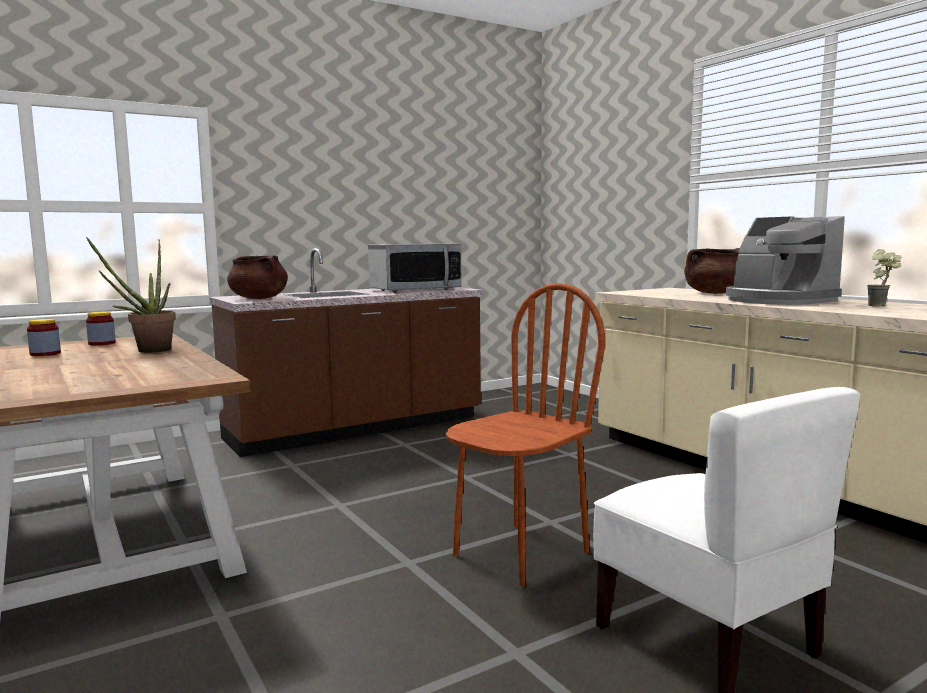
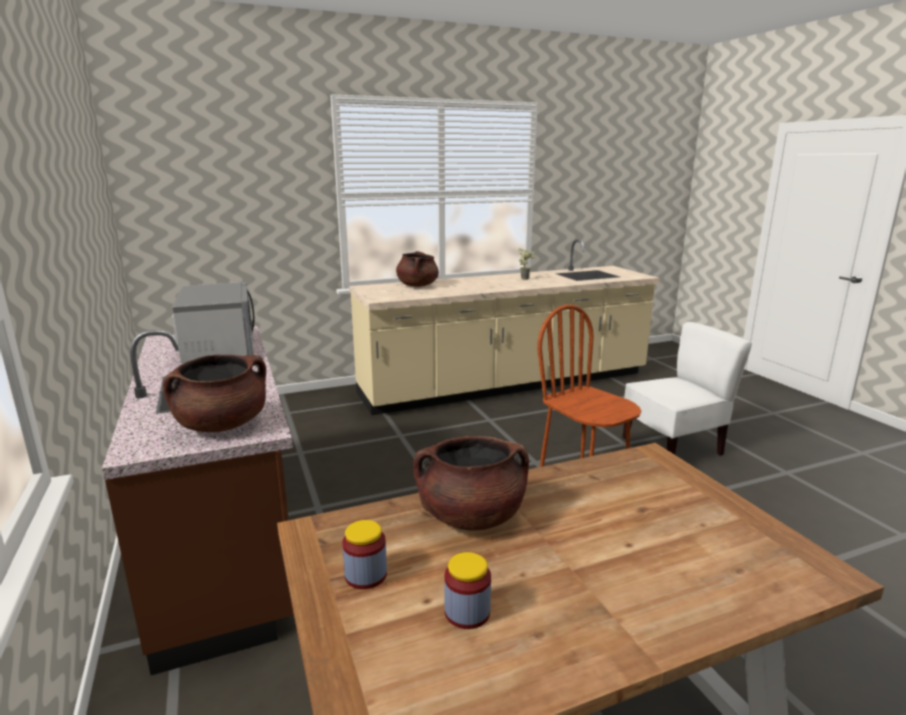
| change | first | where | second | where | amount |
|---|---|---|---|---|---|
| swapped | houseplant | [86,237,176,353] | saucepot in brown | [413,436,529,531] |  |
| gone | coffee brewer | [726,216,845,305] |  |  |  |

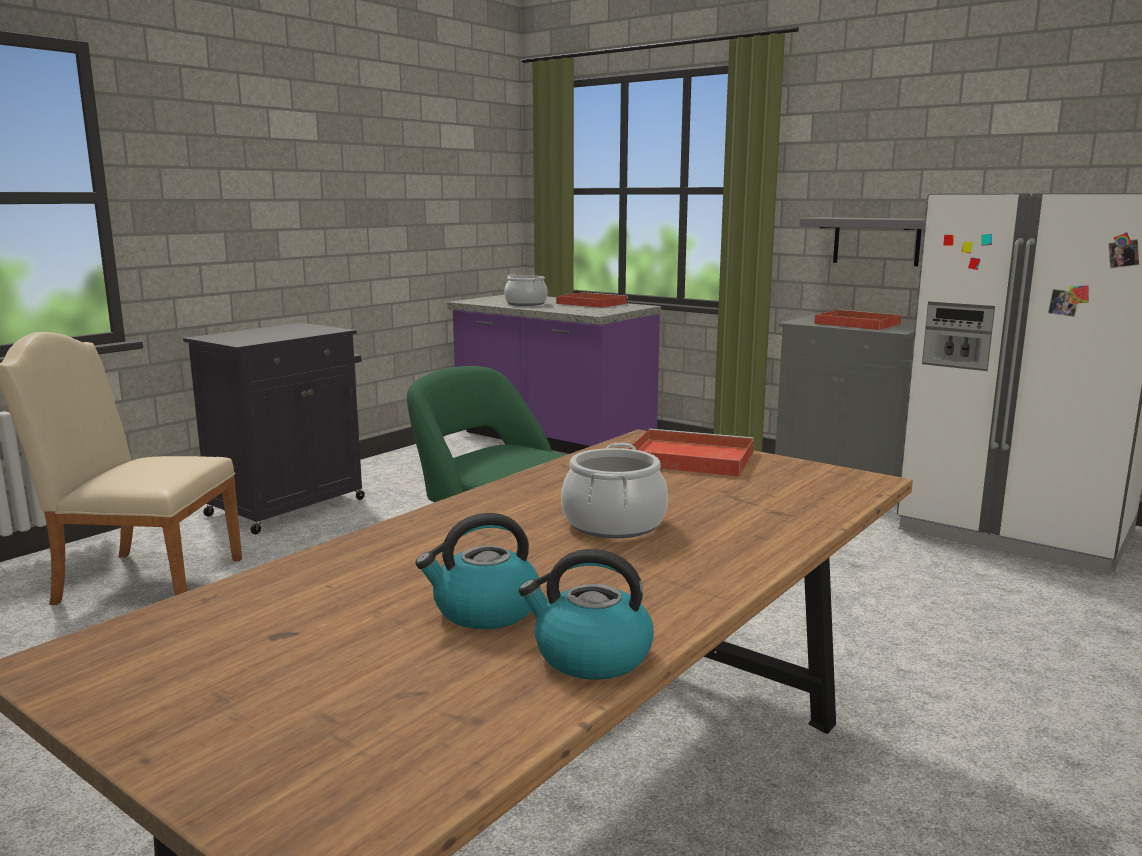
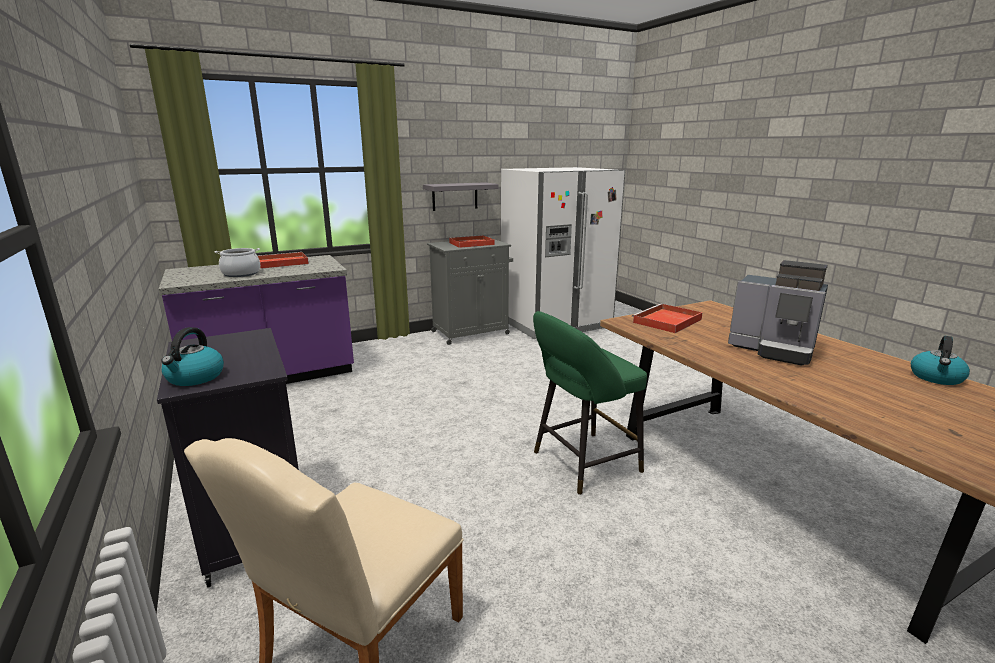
| change | first | where | second | where | amount |
|---|---|---|---|---|---|
| shifted | kettle | [415,513,539,629] |  | [161,327,224,386] |  |
| swapped | saucepot | [561,443,668,538] | coffee brewer | [728,260,828,366] |  |

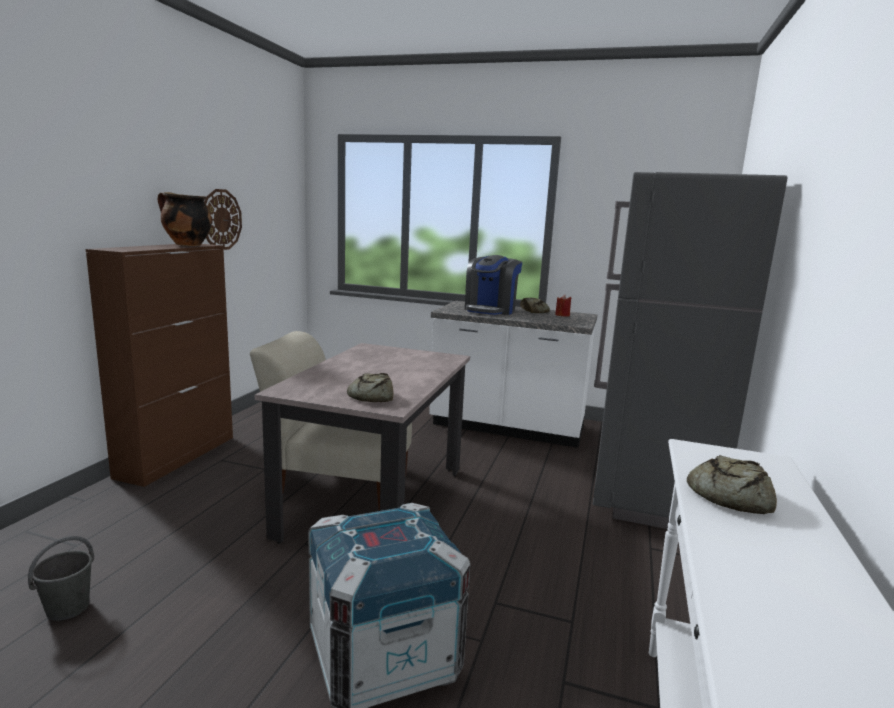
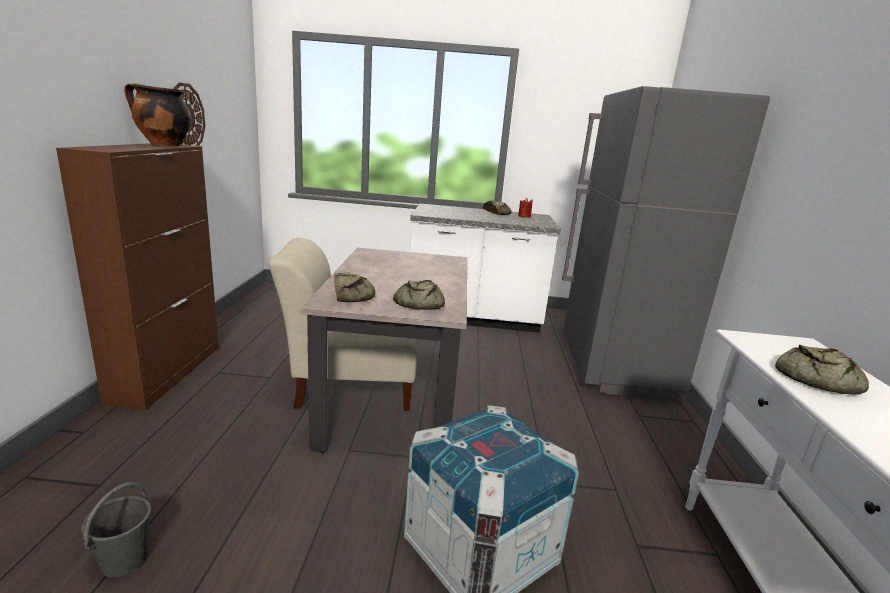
| change | first | where | second | where | amount |
|---|---|---|---|---|---|
| new |  |  | bakery bread | [334,272,375,302] |  |
| gone | coffee brewer | [465,255,522,315] |  |  |  |

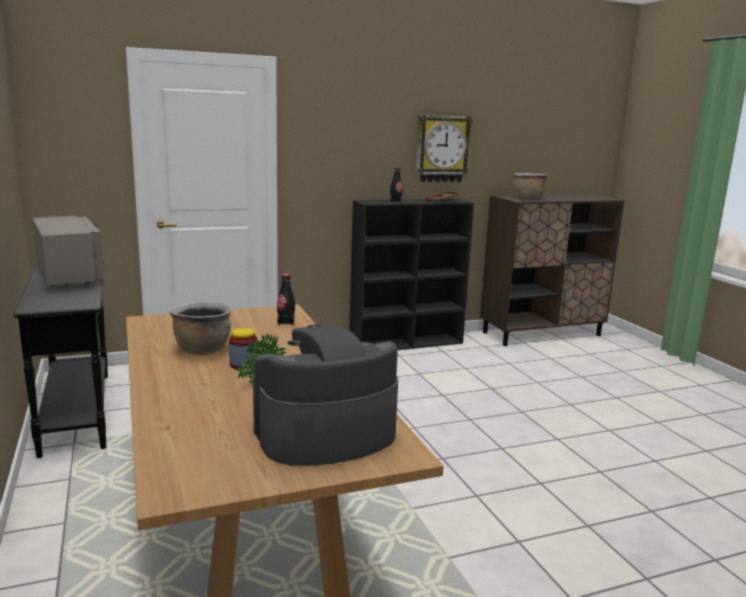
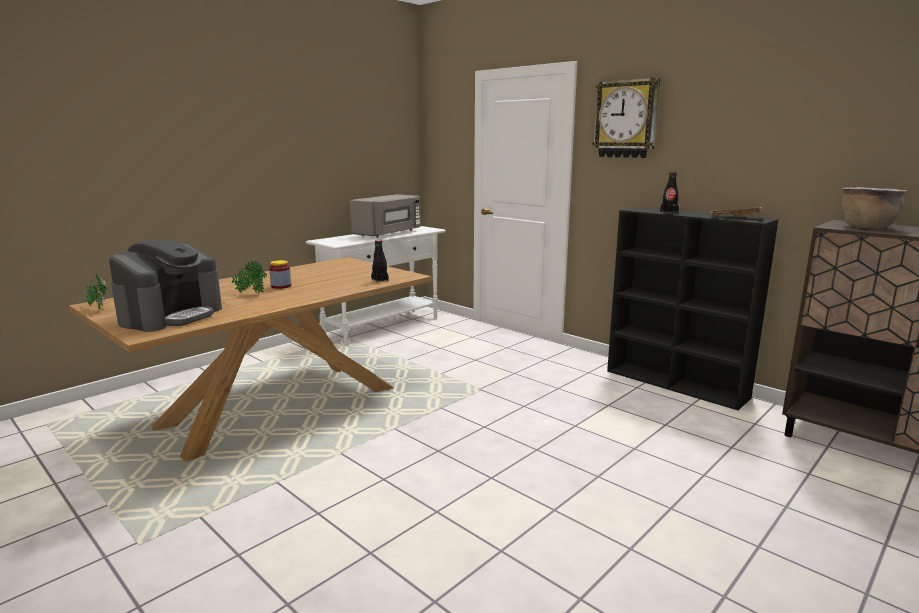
| change | first | where | second | where | amount |
|---|---|---|---|---|---|
| new |  |  | houseplant | [85,274,107,310] |  |
| rotated | coffee brewer | [253,325,398,465] |  | [109,239,222,332] | 75 degrees clockwise |
| repainted | console table in blackish | [13,257,108,458] | console table in white-coloured | [306,226,446,345] |  |
| shifted | clock on the wall | [416,115,473,182] |  | [592,78,660,158] |  |
| gone | saucepot in brown | [169,302,232,355] |  |  |  |

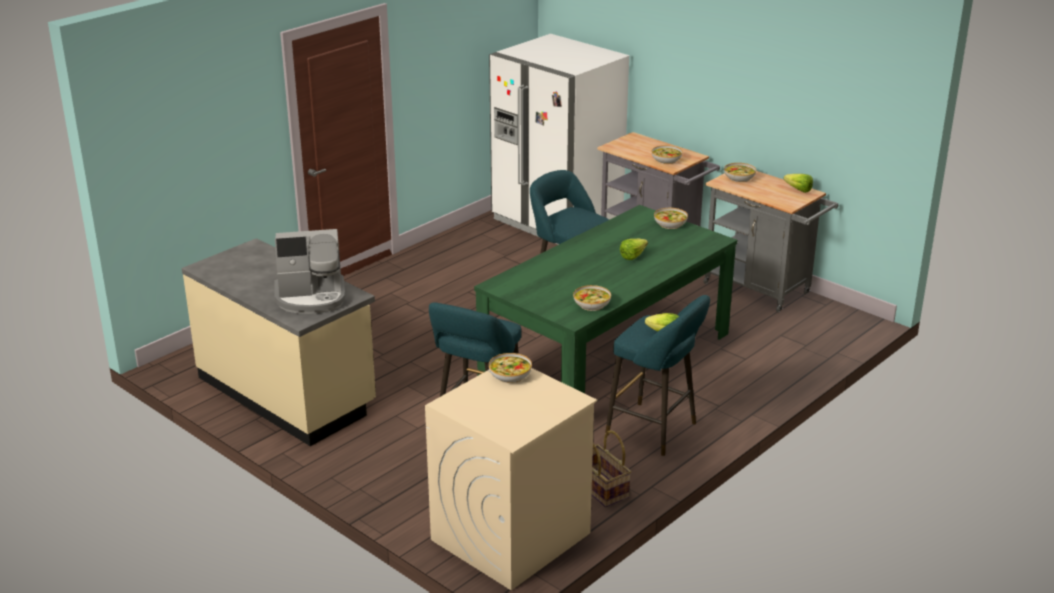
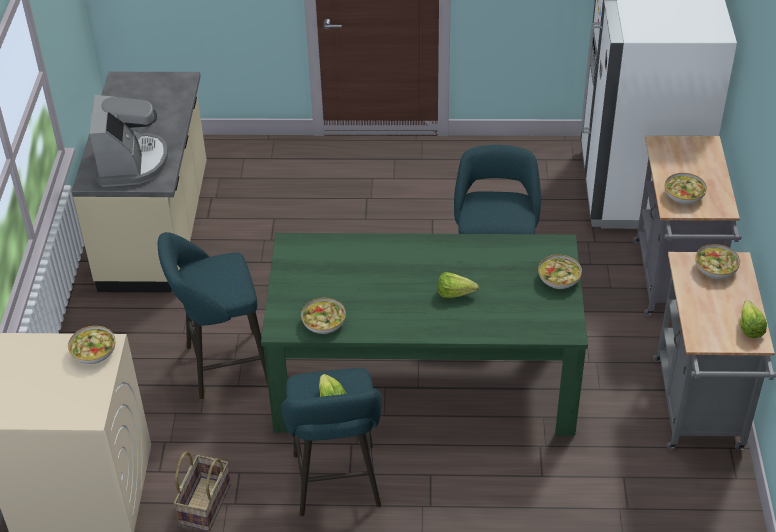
| change | first | where | second | where | amount |
|---|---|---|---|---|---|
| rotated | coffee brewer | [274,229,345,314] |  | [90,95,168,187] | 135 degrees counterclockwise |

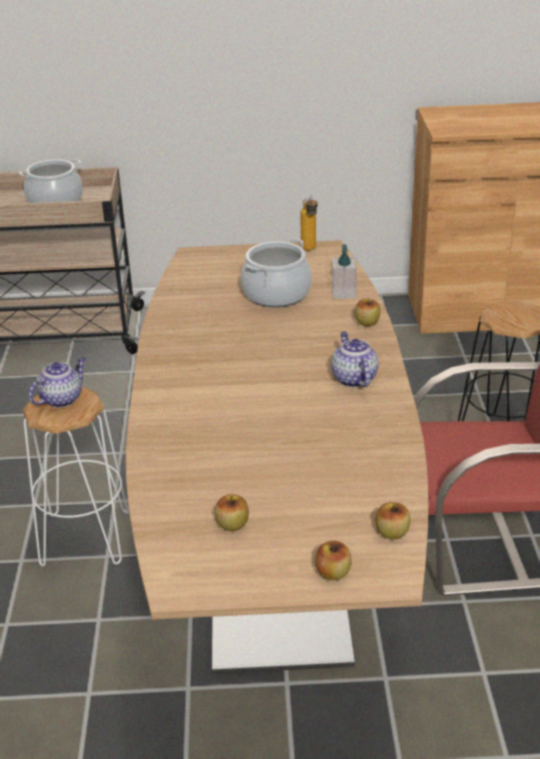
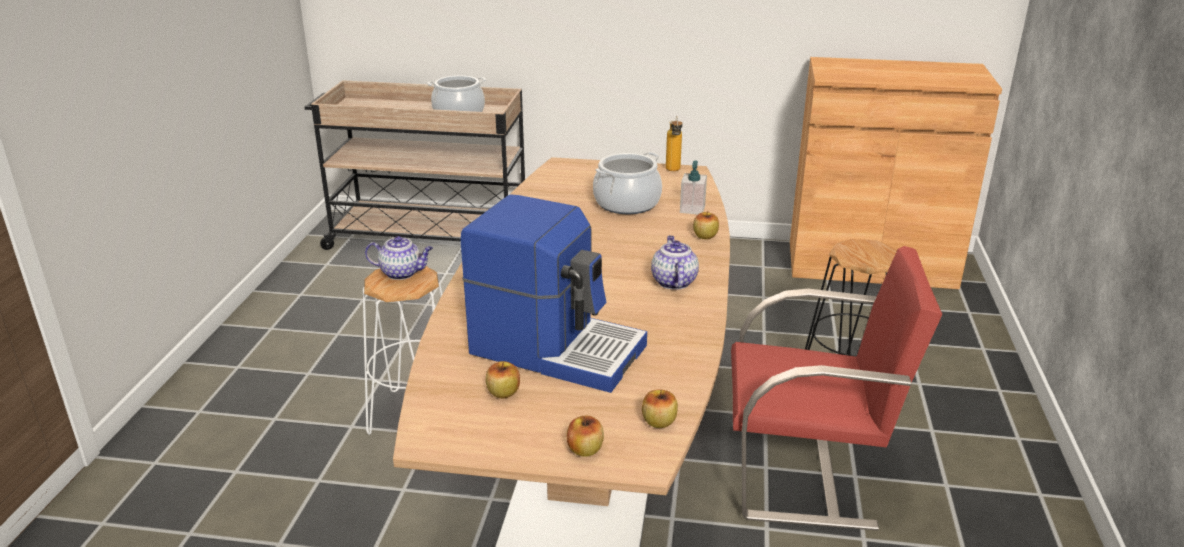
| change | first | where | second | where | amount |
|---|---|---|---|---|---|
| rotated | tea pot | [29,357,86,408] |  | [365,236,433,280] | 45 degrees clockwise |
| new |  |  | coffee brewer | [461,194,647,393] |  |

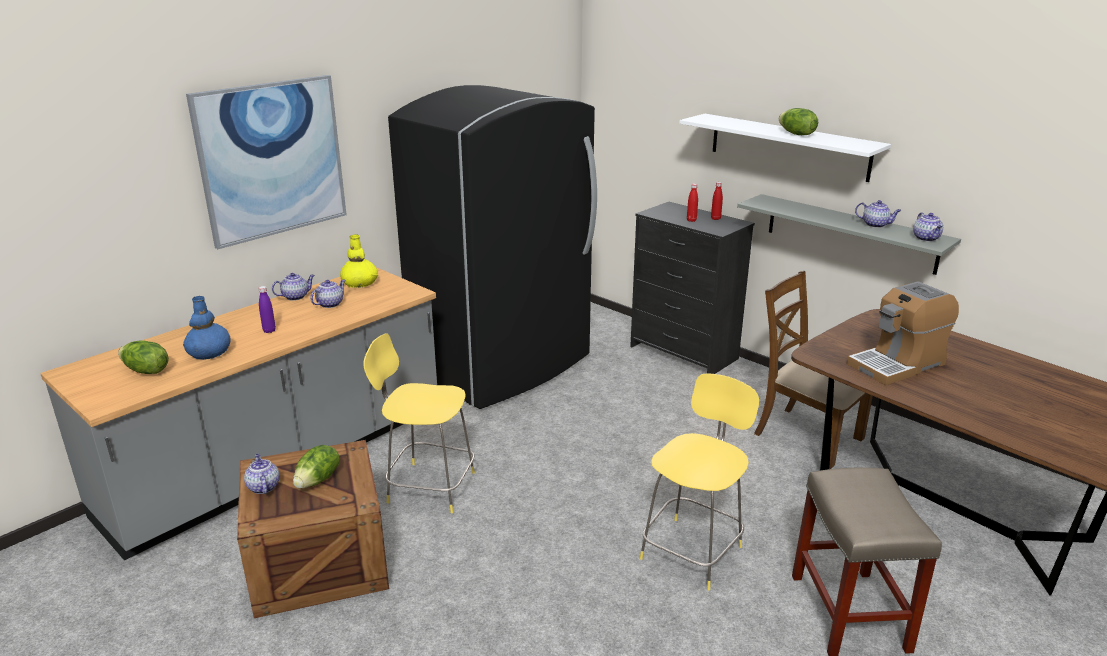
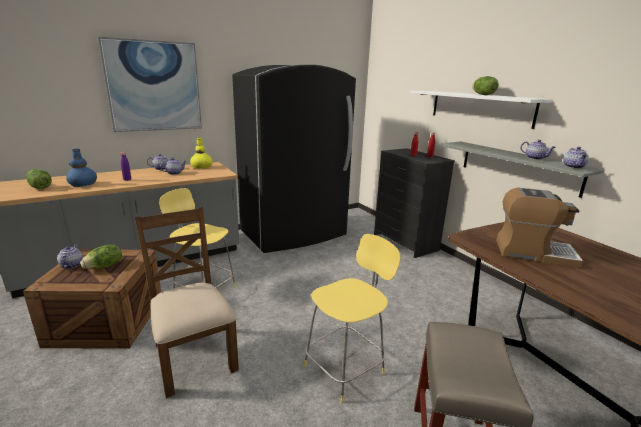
| change | first | where | second | where | amount |
|---|---|---|---|---|---|
| shifted | plain chair in brown | [754,271,873,469] |  | [134,207,239,398] |  |
| rotated | coffee brewer | [847,281,959,385] |  | [496,188,584,268] | 150 degrees counterclockwise |

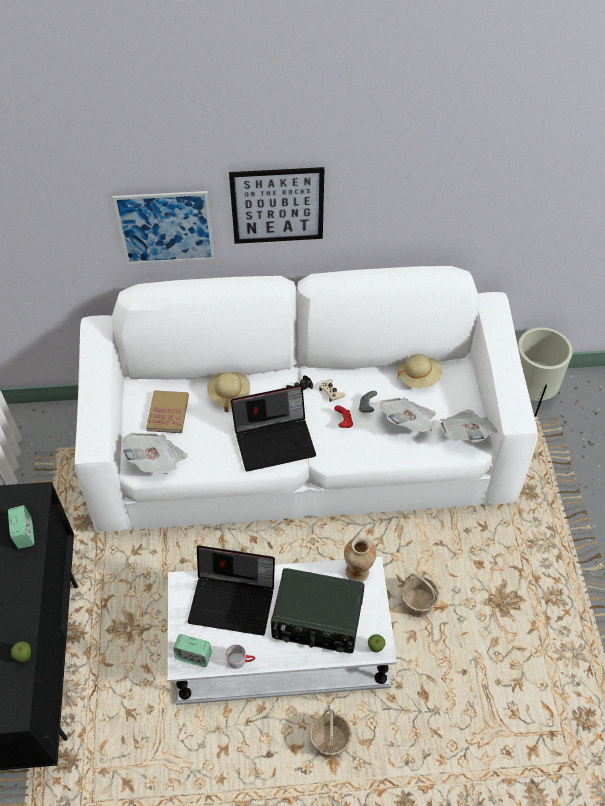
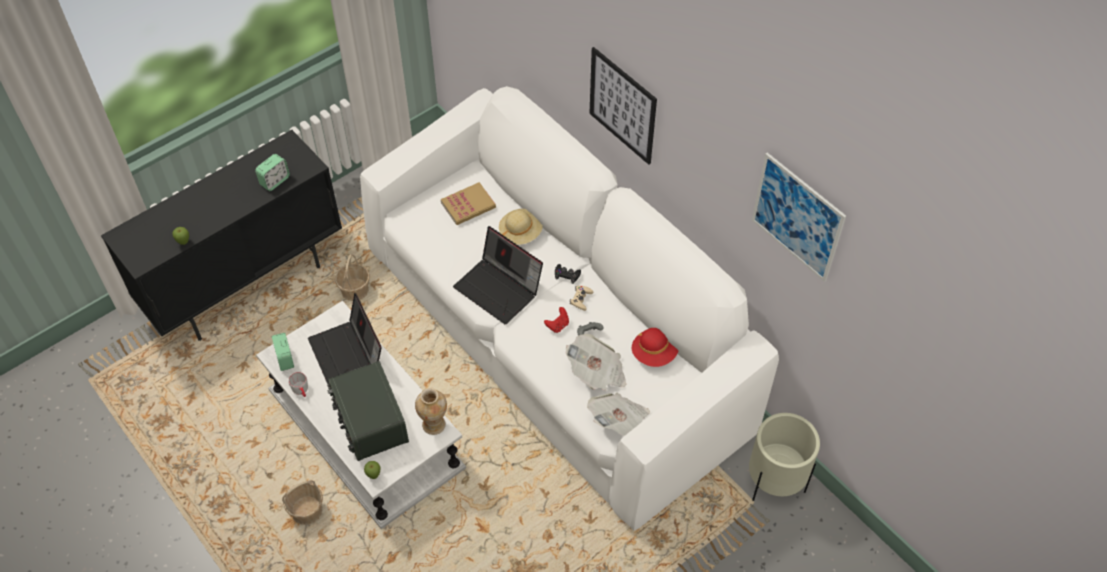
| change | first | where | second | where | amount |
|---|---|---|---|---|---|
| shifted | storage basket | [401,573,439,618] |  | [335,254,370,301] |  |
| repainted | clothing hat in beige | [397,354,441,388] | clothing hat in red-coloured | [632,328,678,367] |  |
| shifted | picture | [112,191,215,265] |  | [752,153,846,282] |  |
| gone | printed paper | [121,433,187,475] |  |  |  |

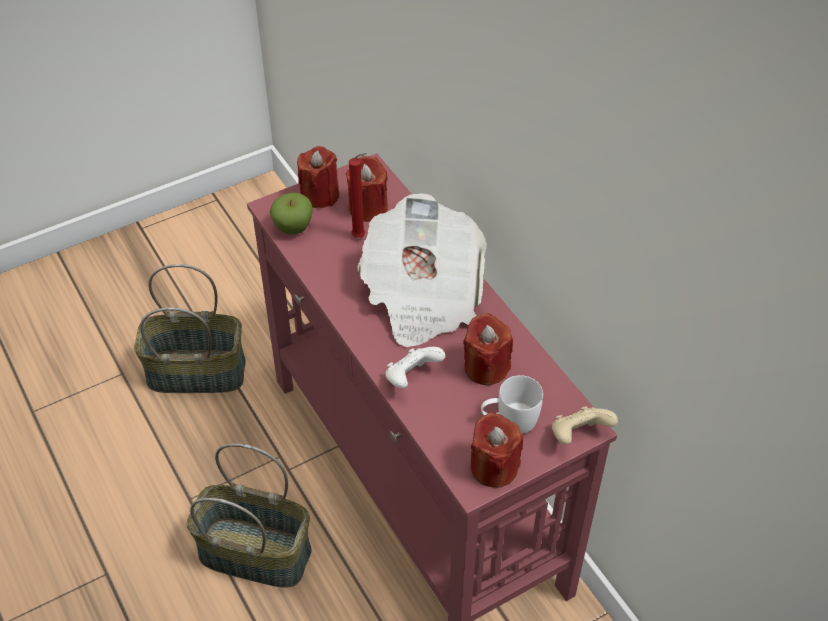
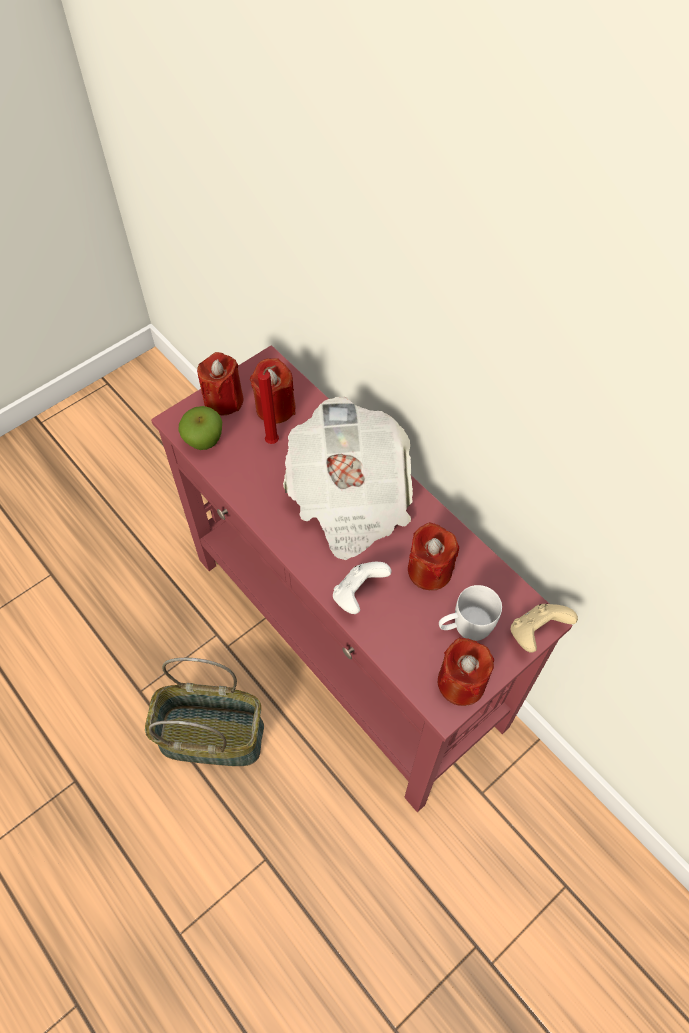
| change | first | where | second | where | amount |
|---|---|---|---|---|---|
| gone | storage basket | [134,264,246,393] |  |  |  |

